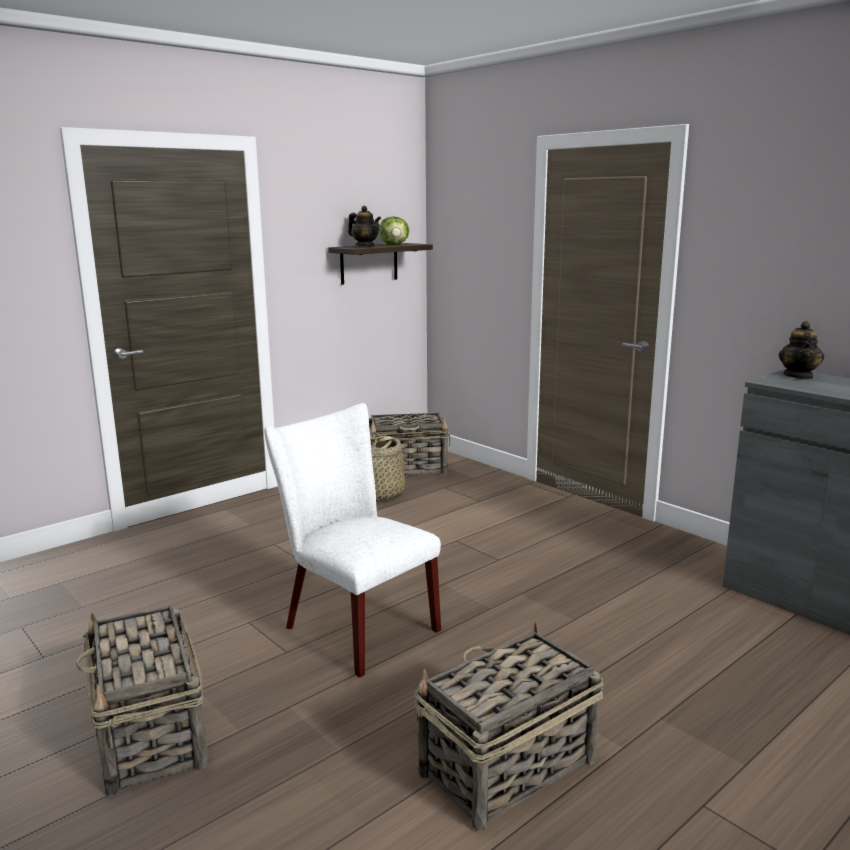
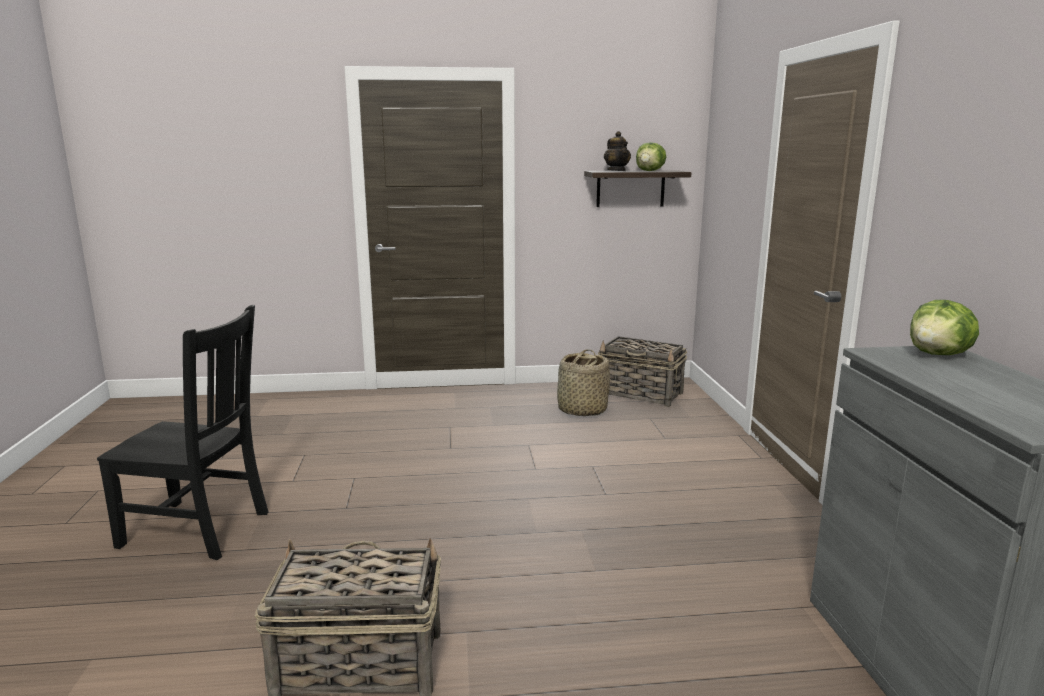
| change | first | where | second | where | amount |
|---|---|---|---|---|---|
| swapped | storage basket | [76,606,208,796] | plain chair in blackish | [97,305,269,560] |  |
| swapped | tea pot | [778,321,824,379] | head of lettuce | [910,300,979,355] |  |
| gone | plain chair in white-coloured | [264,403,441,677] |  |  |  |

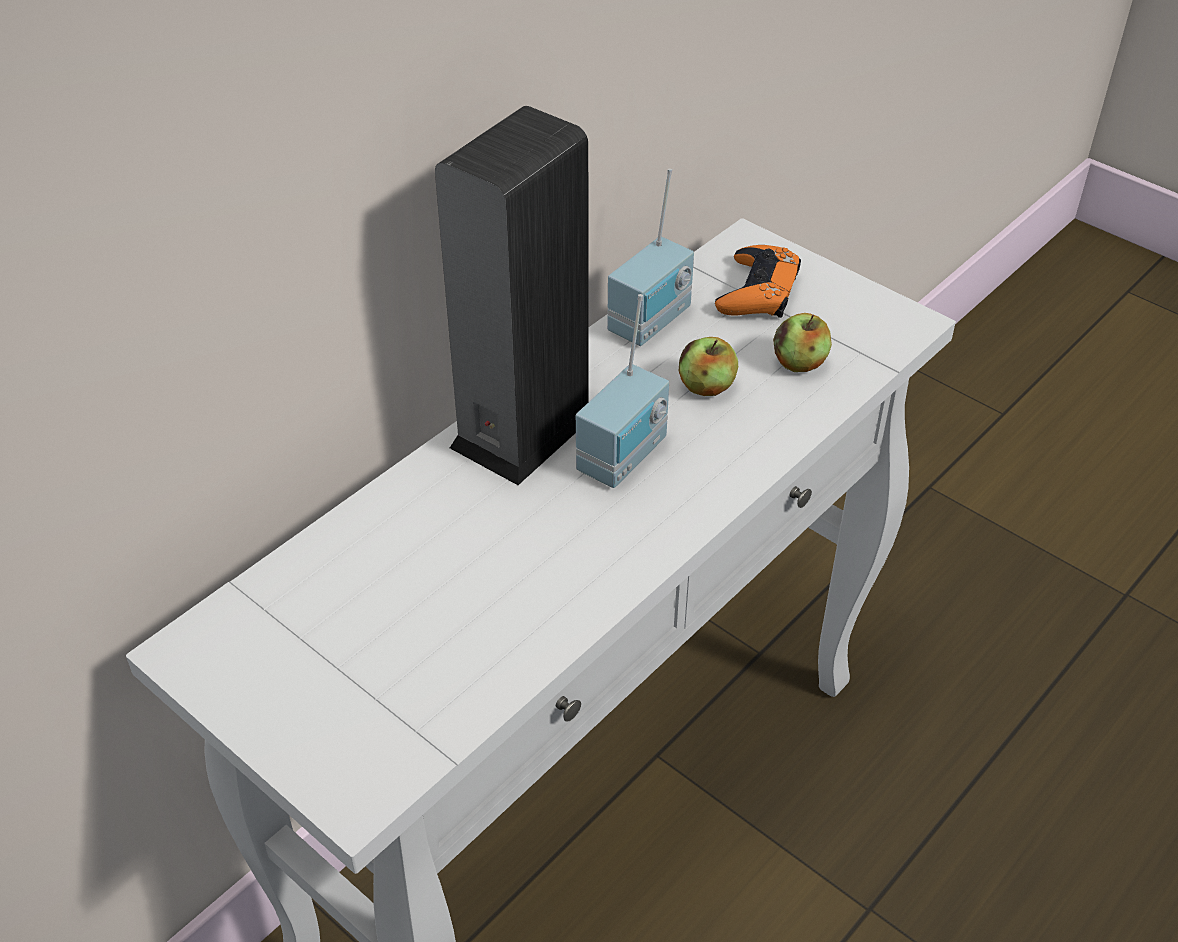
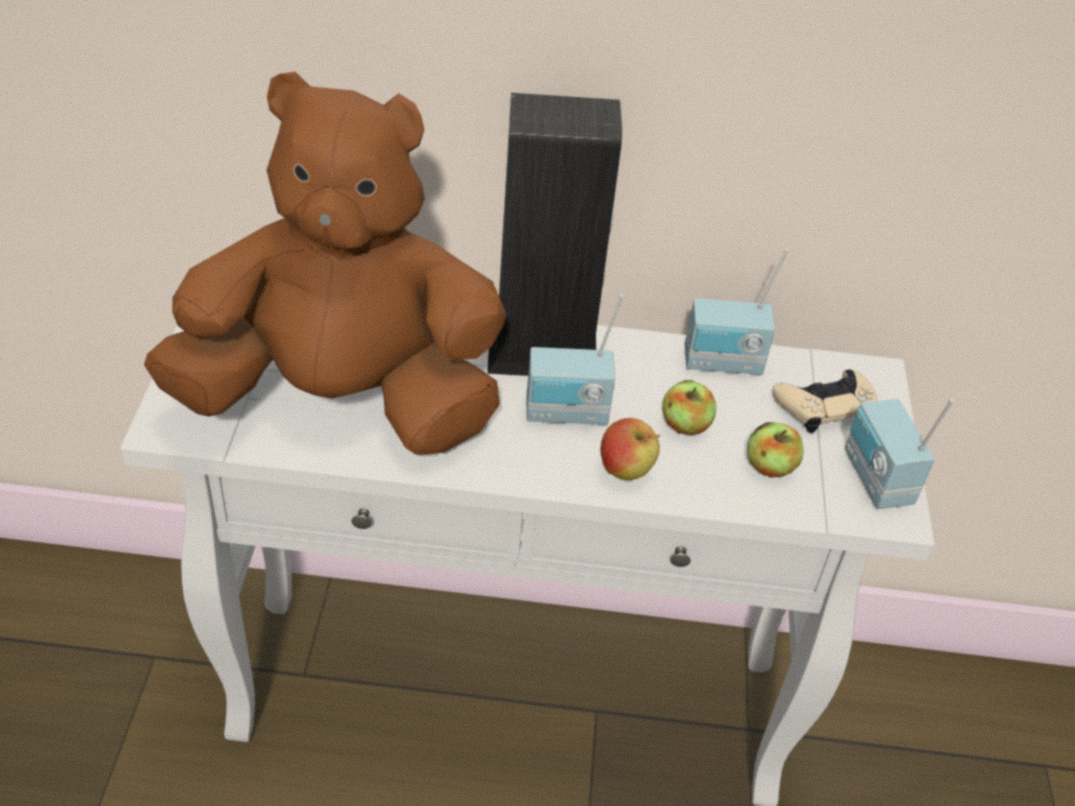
| change | first | where | second | where | amount |
|---|---|---|---|---|---|
| new |  |  | soft toy in brown | [144,72,506,455] |  |
| new |  |  | apple | [601,418,661,480] |  |
| repainted | joypad in orange-coloured | [715,245,801,318] | joypad in beige | [773,369,877,433] |  |
| new |  |  | radio receiver | [845,399,954,509] |  |

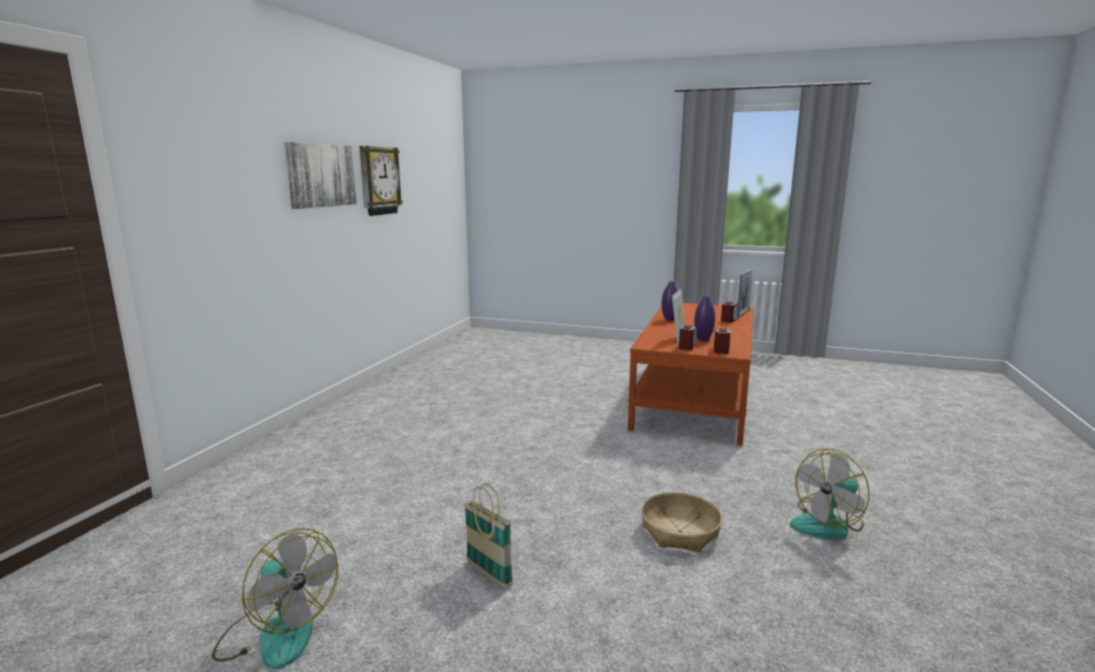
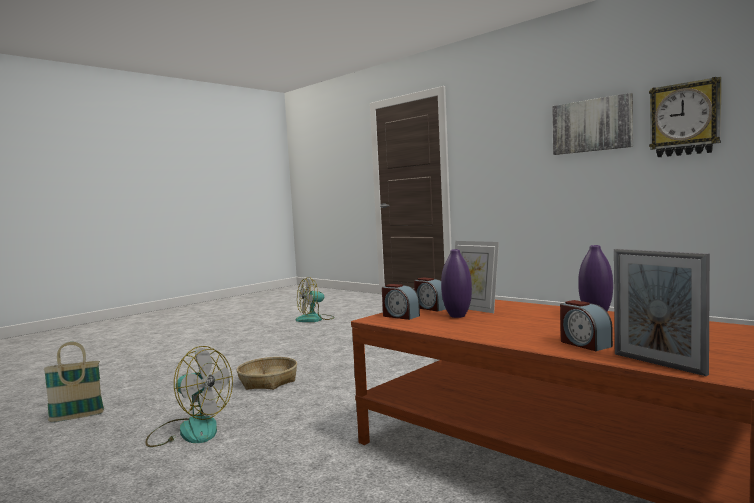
| change | first | where | second | where | amount |
|---|---|---|---|---|---|
| shifted | storage basket | [464,483,513,589] |  | [43,342,104,422] |  |
| rotated | electric fan | [790,448,870,539] |  | [145,346,233,447] | 120 degrees clockwise |

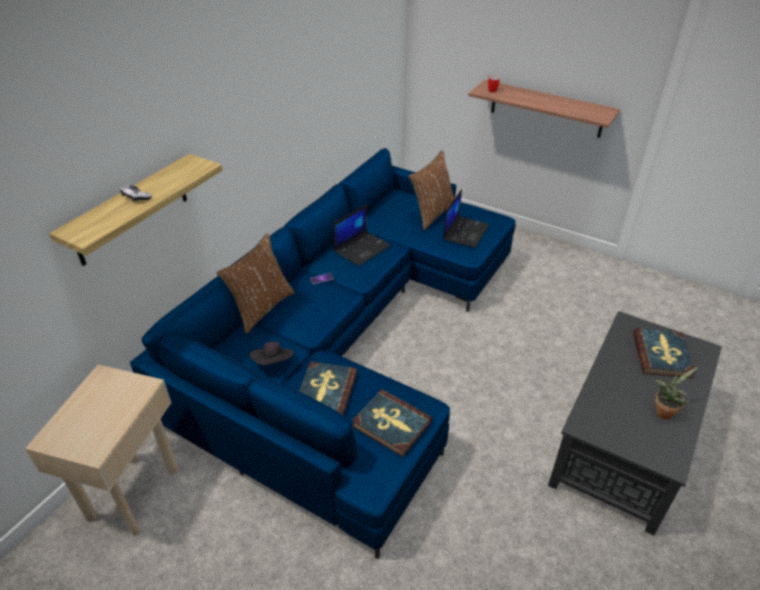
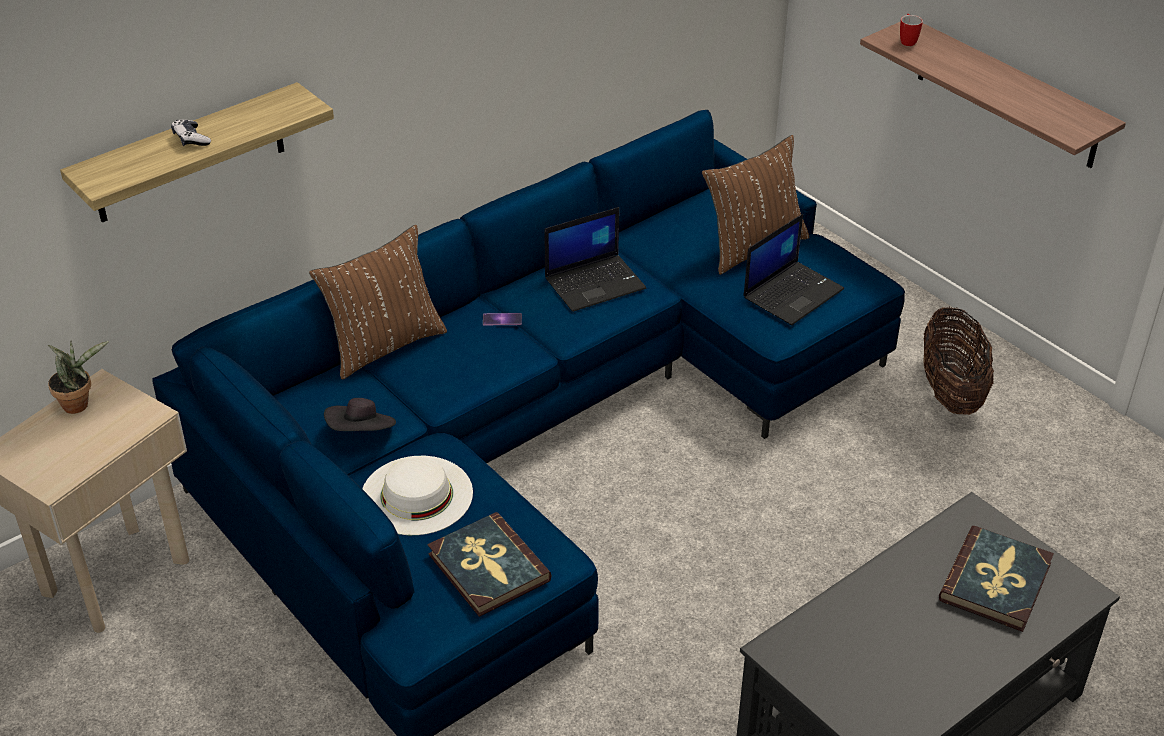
| change | first | where | second | where | amount |
|---|---|---|---|---|---|
| shifted | houseplant | [655,368,697,419] |  | [48,341,109,414] |  |
| swapped | book | [299,361,357,415] | clothing hat in white-coloured | [362,456,473,535] |  |
| new |  |  | storage basket | [923,307,994,415] |  |

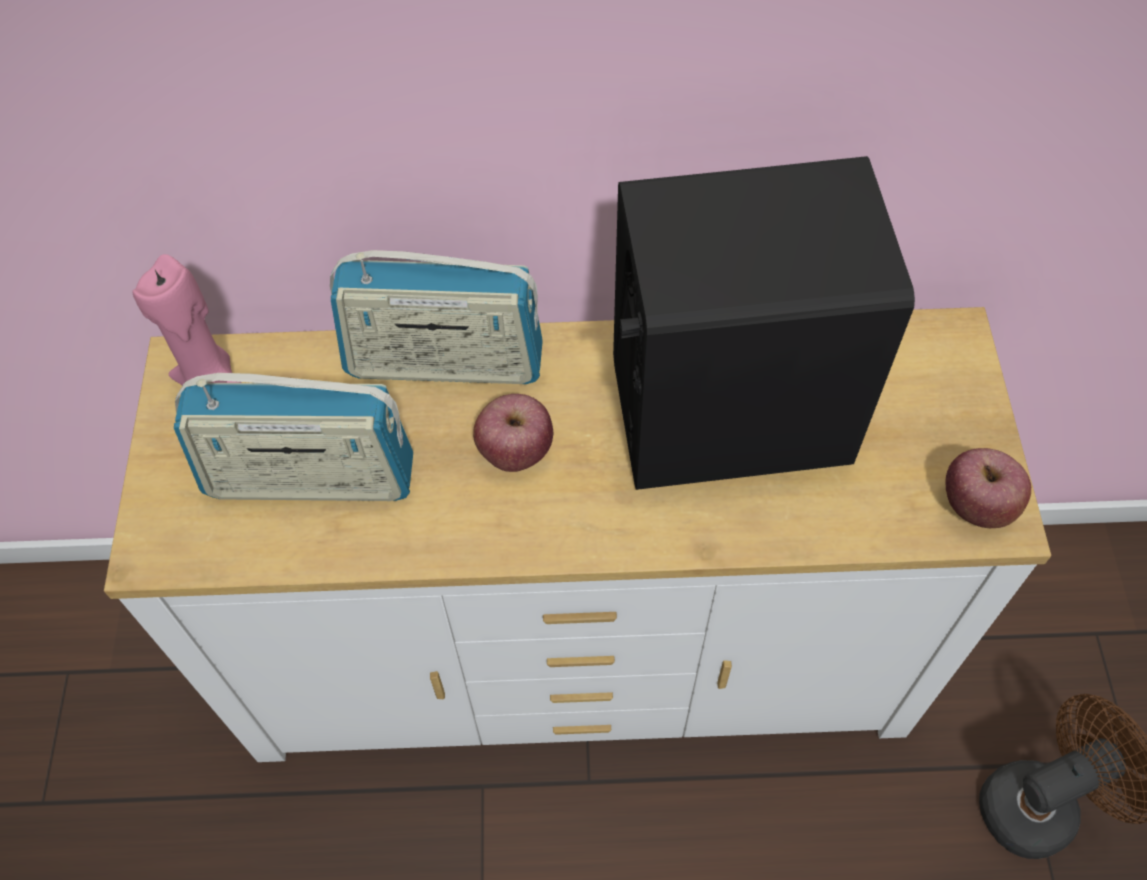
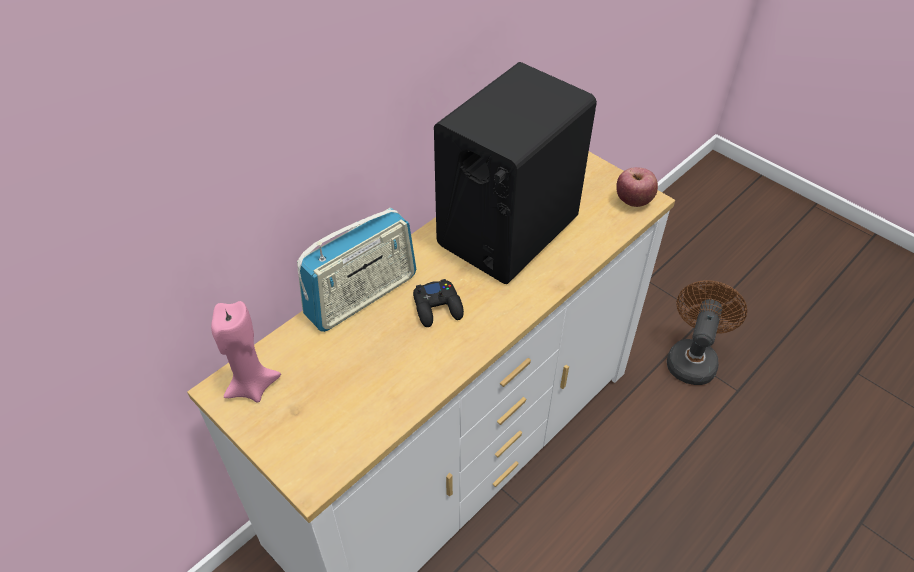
| change | first | where | second | where | amount |
|---|---|---|---|---|---|
| swapped | apple | [473,394,553,472] | joypad in blackish | [413,279,464,327] |  |
| gone | radio receiver | [174,373,413,501] |  |  |  |

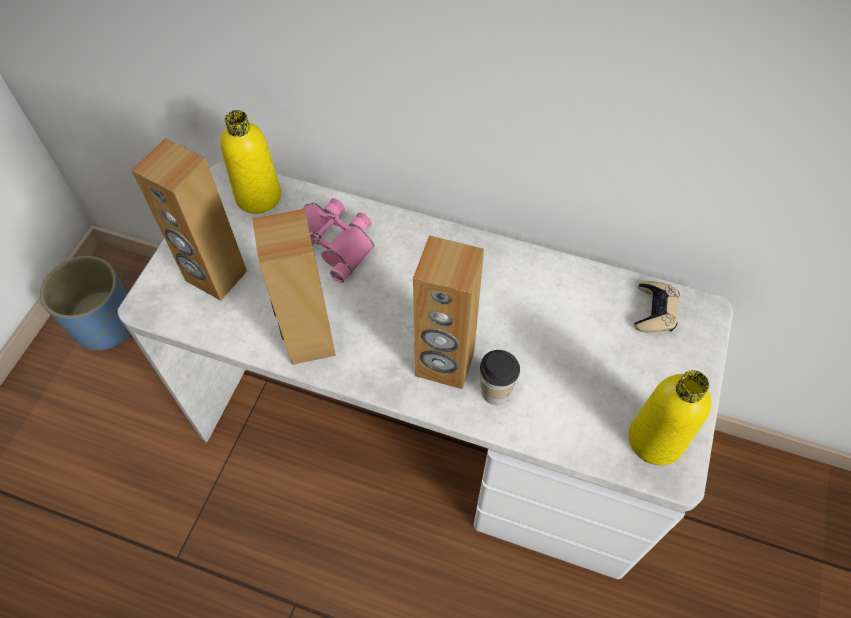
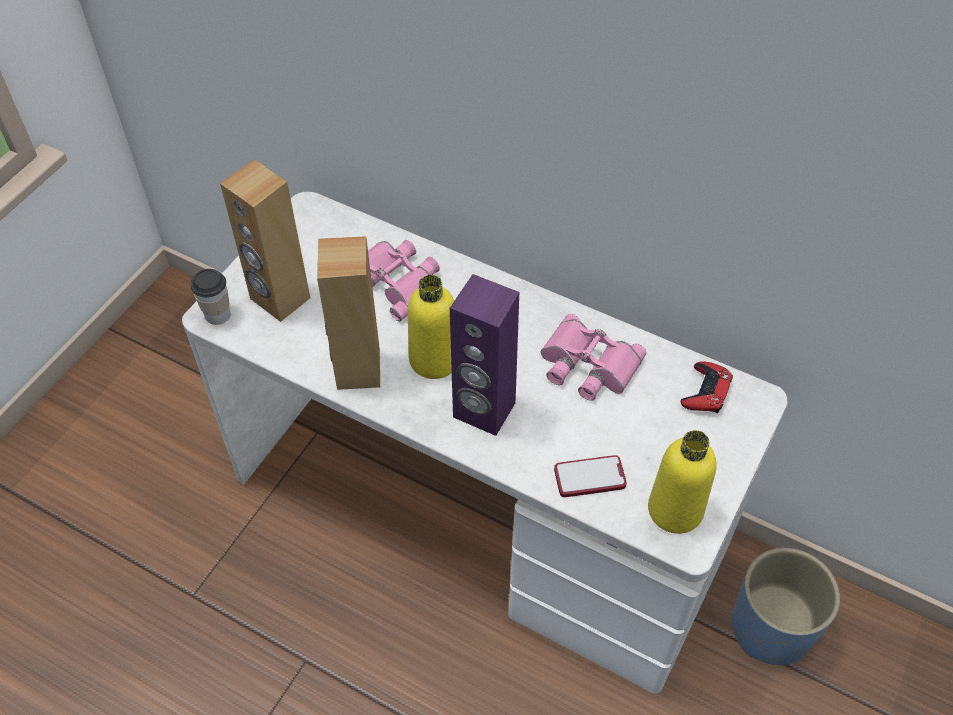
| change | first | where | second | where | amount |
|---|---|---|---|---|---|
| shifted | drinking cup | [480,350,520,405] |  | [191,269,231,325] |  |
| shifted | beverage bottle in yellow-coloured | [220,110,281,214] |  | [408,275,454,379] |  |
| repainted | loudspeaker in brown | [413,235,484,389] | loudspeaker in purple-coloured | [450,274,519,436] |  |
| new |  |  | pair of binoculars in pink-coloured | [540,314,647,401] |  |
| new |  |  | handset | [554,455,627,497] |  |
| repainted | joypad in beige | [634,281,680,332] | joypad in red-coloured | [681,361,733,413] |  |
| shifted | flower pot in blue | [40,256,131,350] |  | [732,548,840,665] |  |

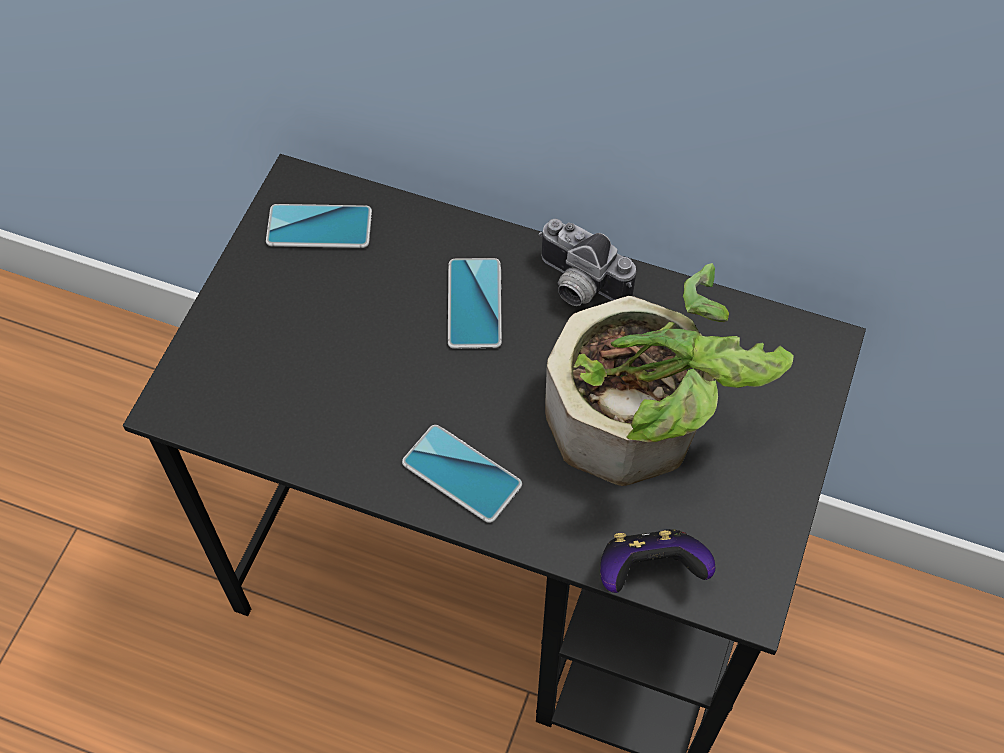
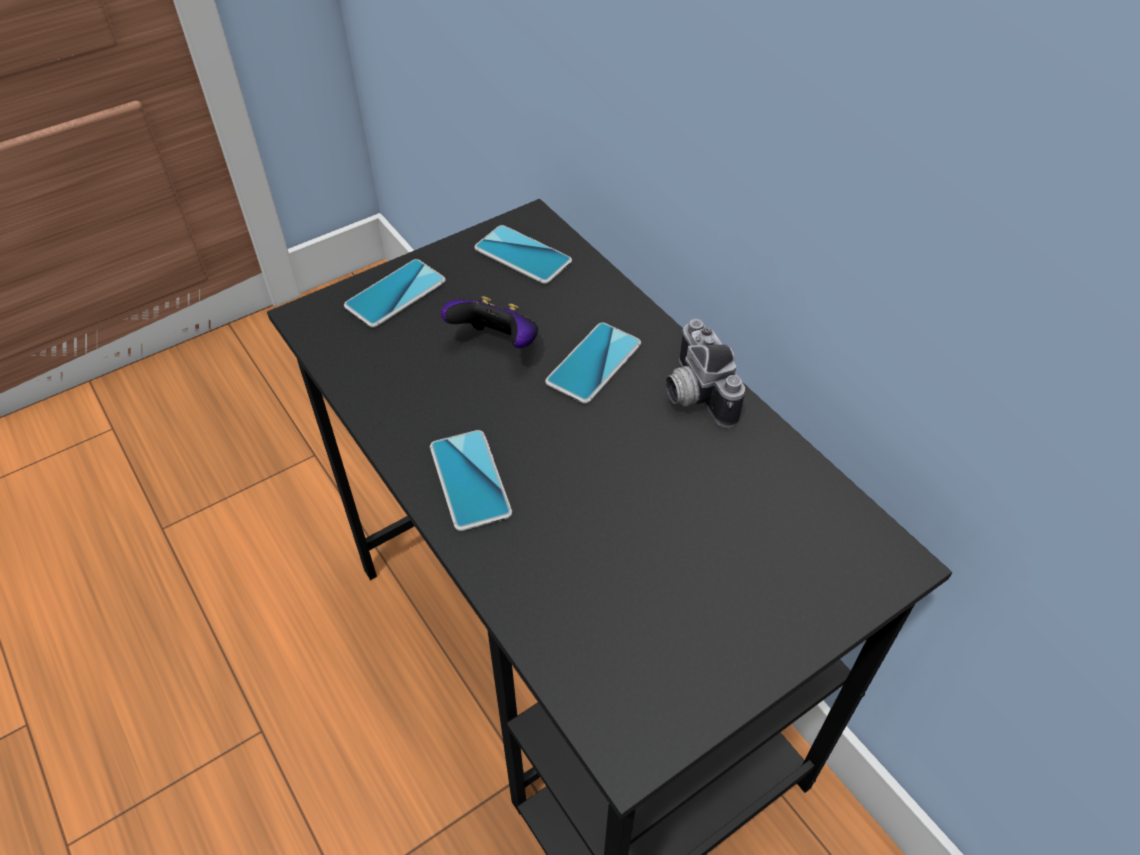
| change | first | where | second | where | amount |
|---|---|---|---|---|---|
| new |  |  | handset | [344,259,446,328] |  |
| shifted | joypad | [600,529,716,593] |  | [441,296,538,348] |  |
| gone | houseplant | [545,263,794,486] |  |  |  |

